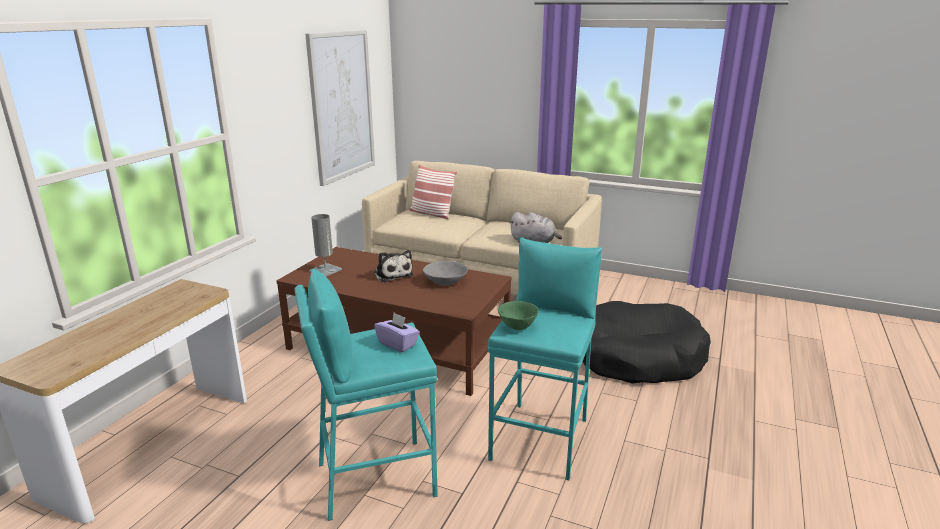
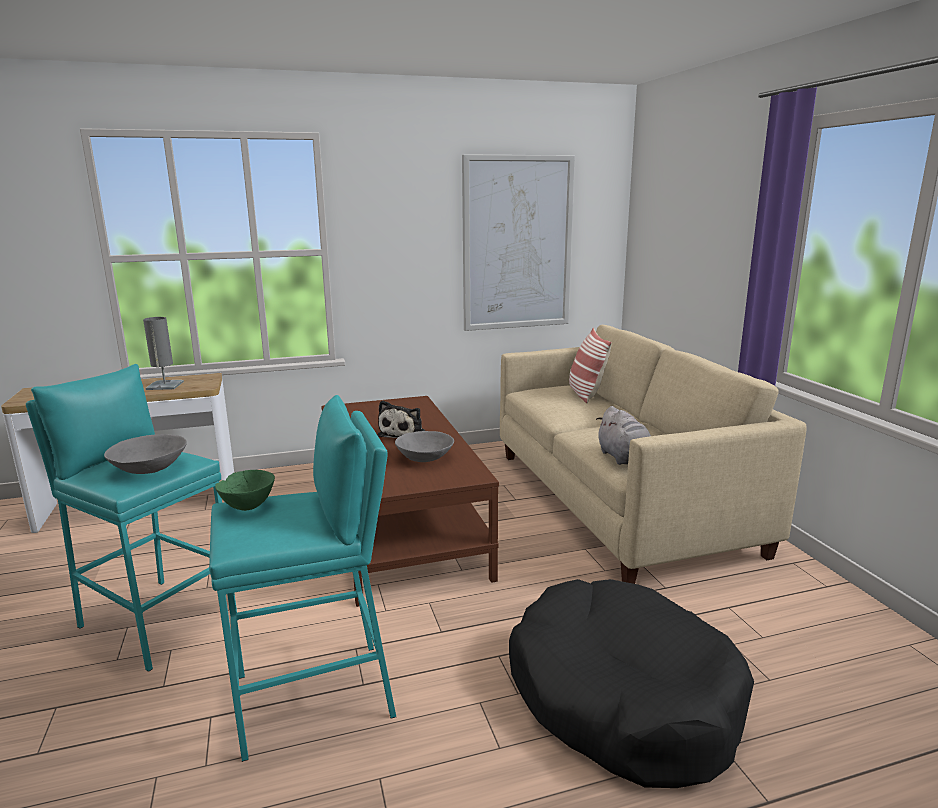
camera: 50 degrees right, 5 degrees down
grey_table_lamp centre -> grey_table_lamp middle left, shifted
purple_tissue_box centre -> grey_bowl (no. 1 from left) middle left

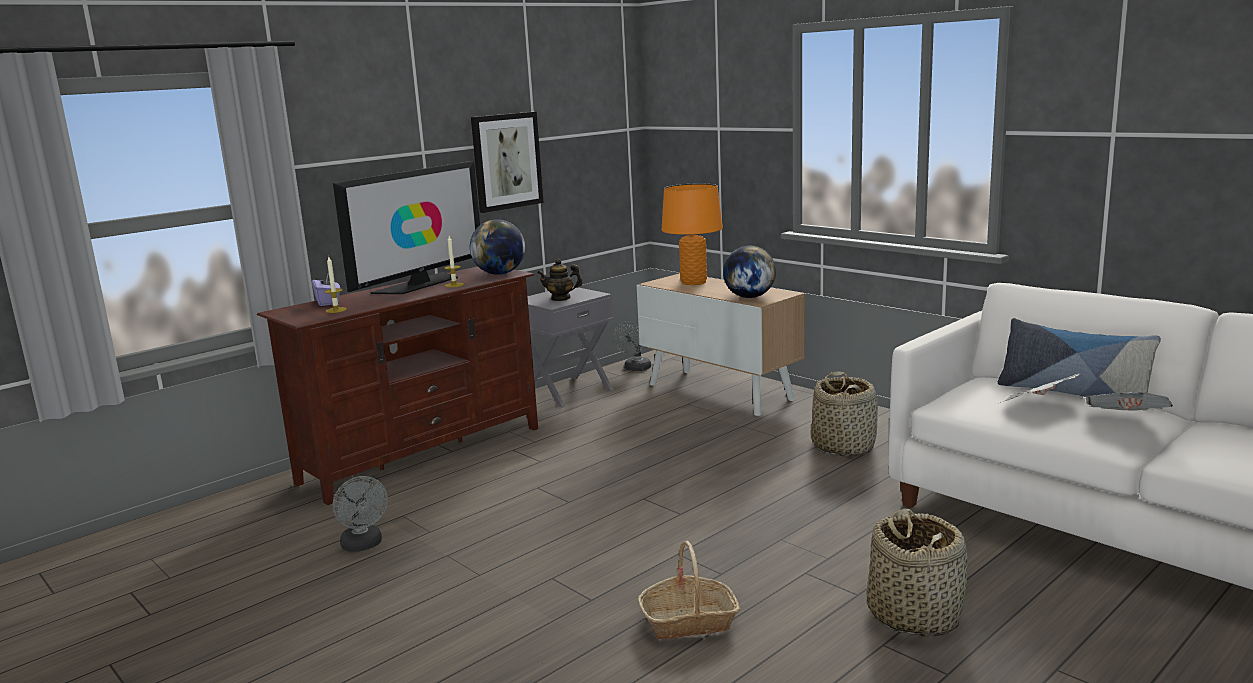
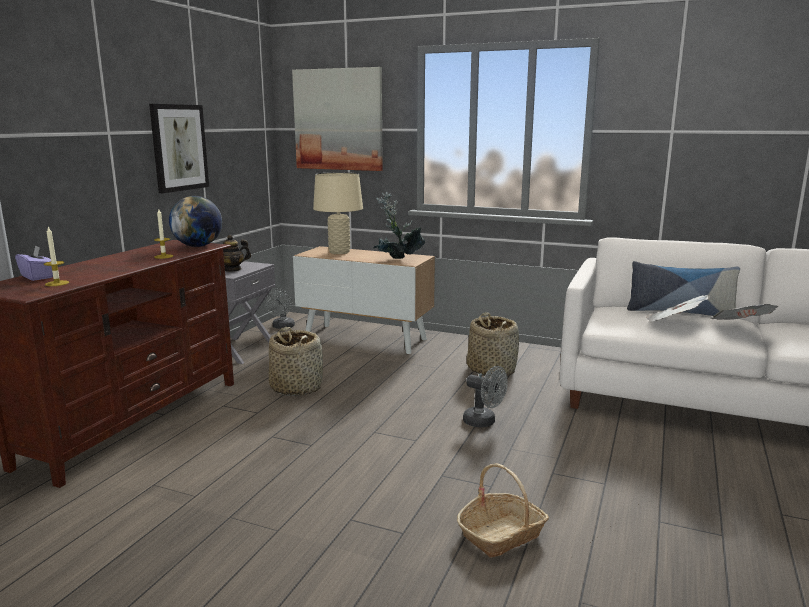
camera: 25 degrees left, 0 degrees up
television top left -> none
orange_table_lamp centre -> beige_table_lamp centre
globe (no. 2 from left) centre -> potted_plant centre
grey_fan (no. 1 from left in the first image) bottom left -> grey_fan (no. 2 from left) centre, shifted
basket (no. 3 from left in the first image) bottom right -> basket (no. 1 from left) centre, shifted
none -> picture (no. 2 from left) top centre

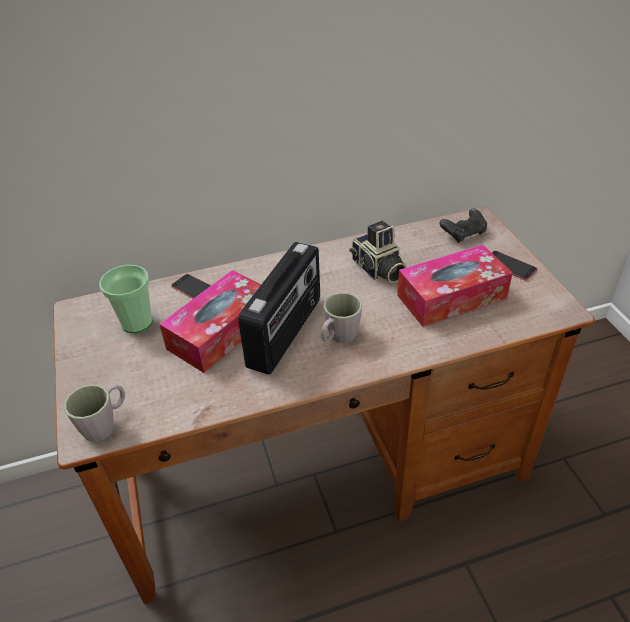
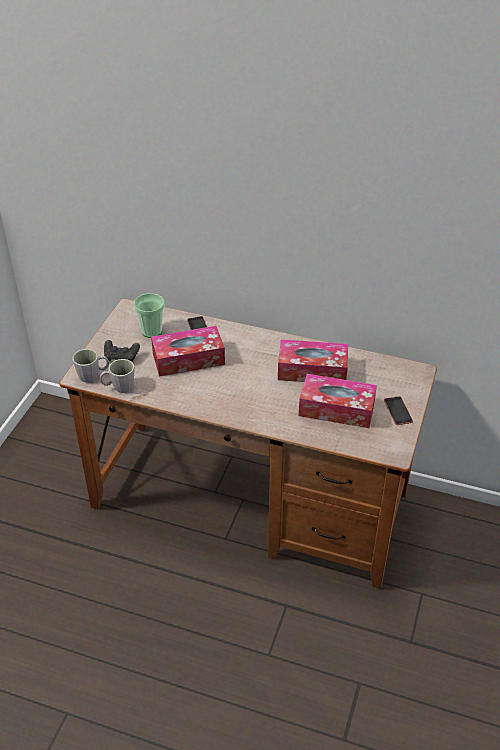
camera: 35 degrees right, 0 degrees up
black_game_controller middle right -> black_game_controller middle left, shifted
photo_camera centre -> tissue_box (no. 2 from left) centre
radio centre -> none
grey_mug (no. 2 from left) centre -> grey_mug (no. 2 from left) middle left, shifted

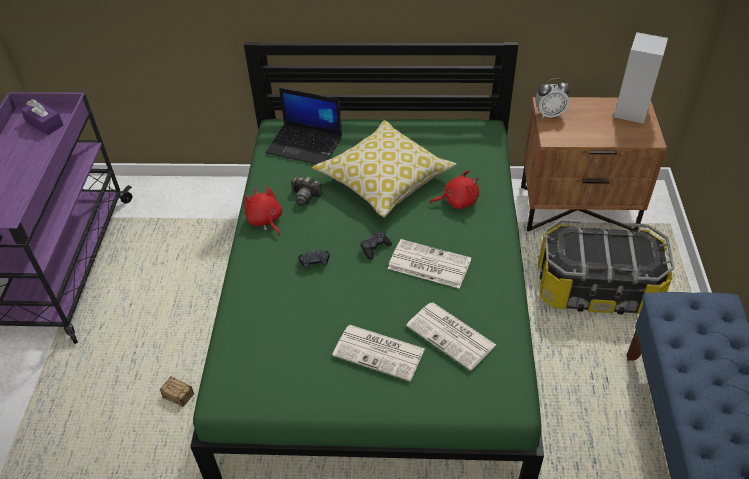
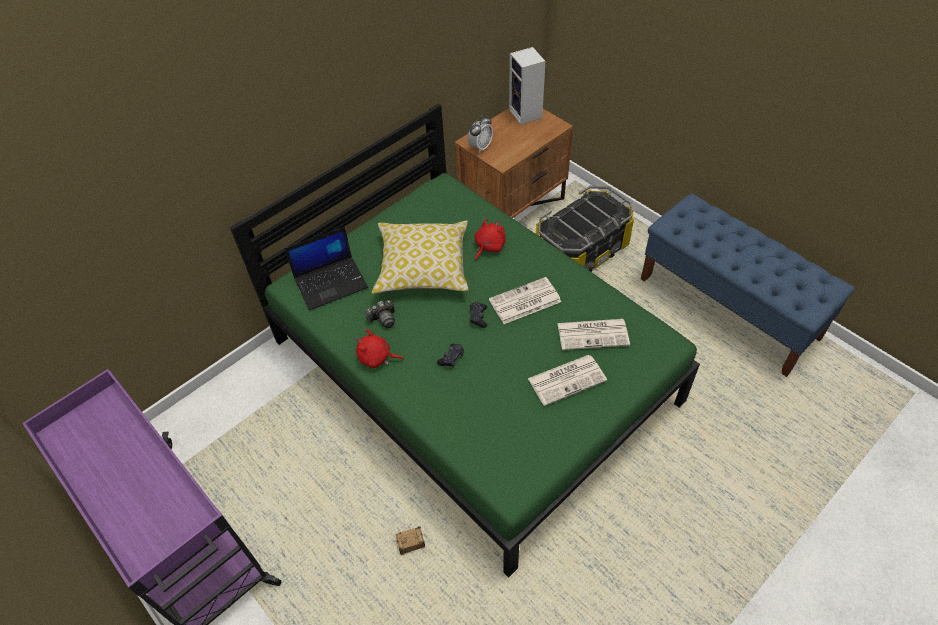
camera: 45 degrees left, 5 degrees up
purple_tissue_box top left -> none

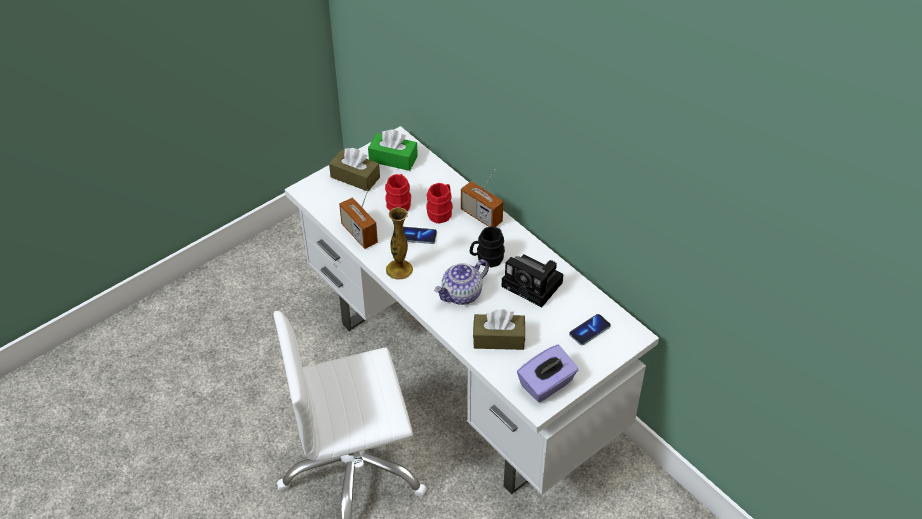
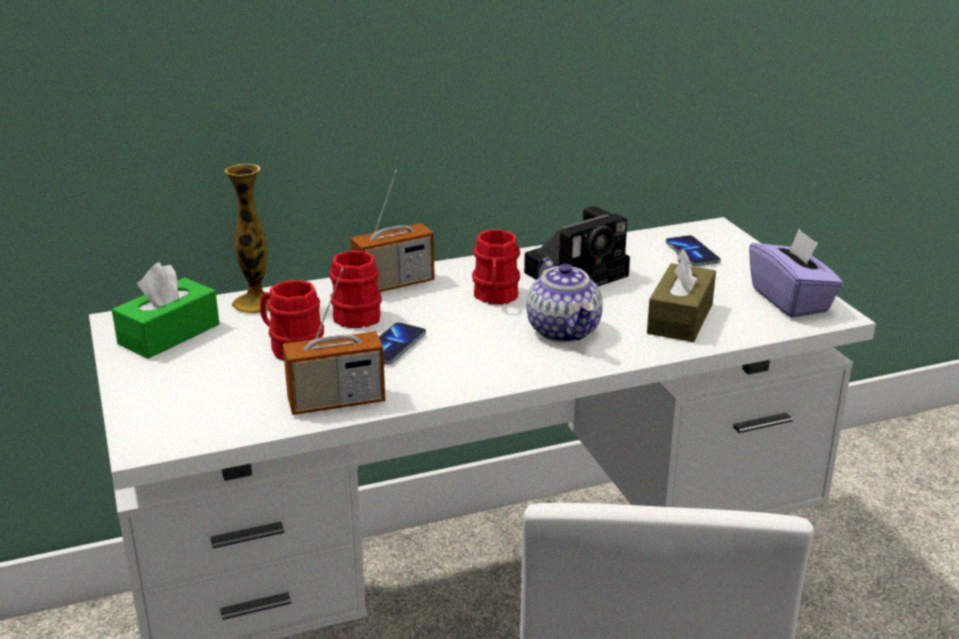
camera: 70 degrees left, 20 degrees down
brown_tissue_box (no. 1 from left) top centre -> none
vase centre -> vase middle left, shifted
black_mug centre -> red_mug (no. 3 from left) centre

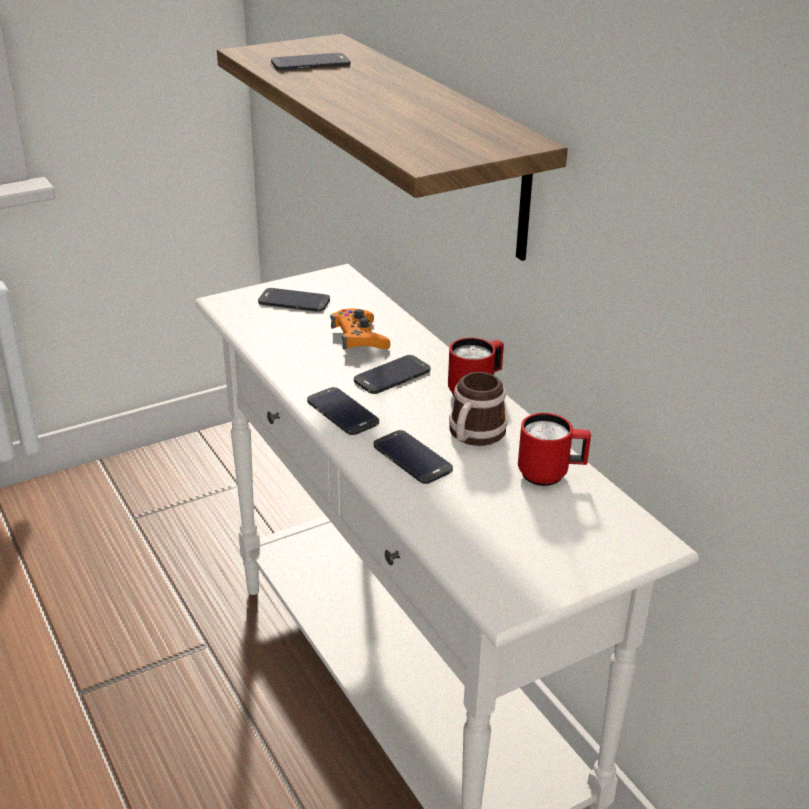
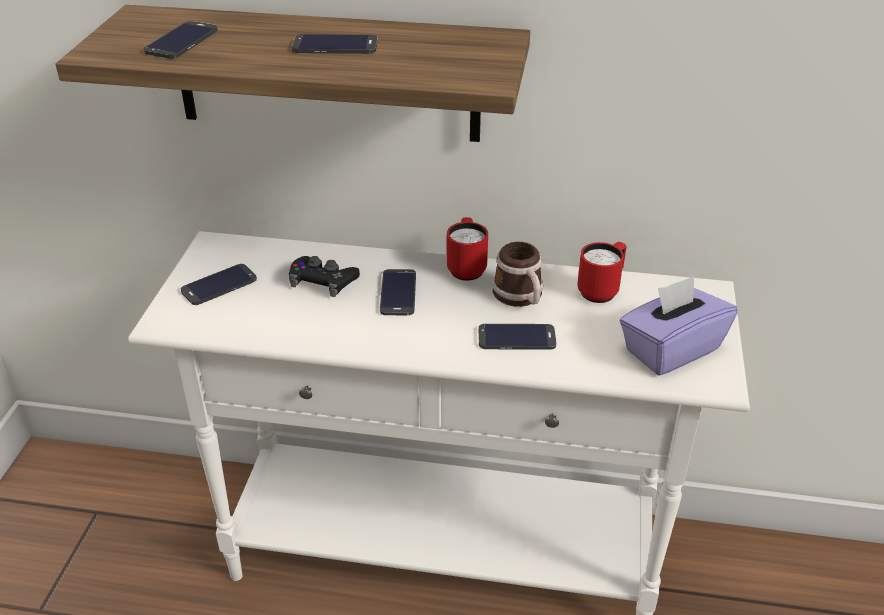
camera: 50 degrees left, 5 degrees up
orange_game_controller centre -> black_game_controller centre
phone (no. 3 from left) centre -> phone (no. 3 from left) top centre, shifted
none -> purple_tissue_box middle right

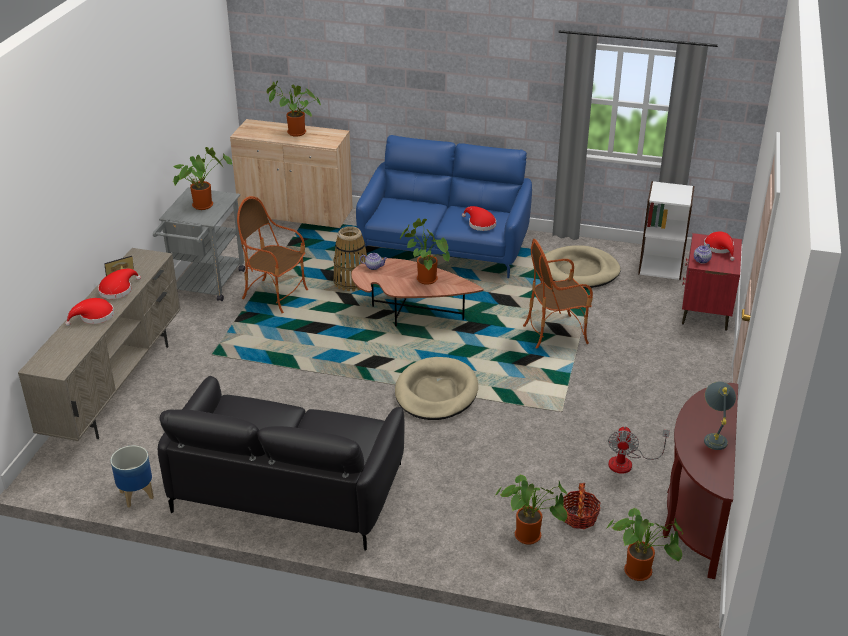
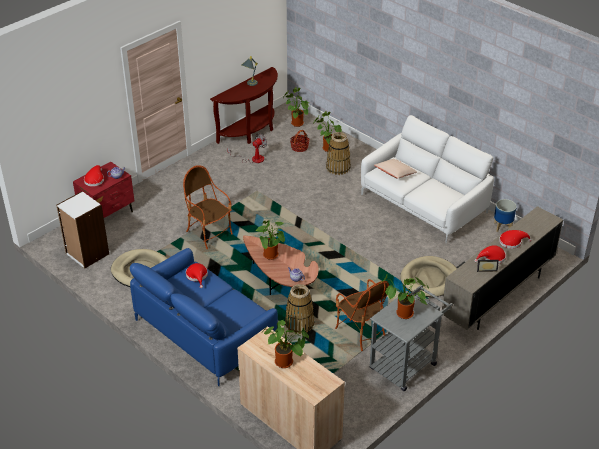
camera: 150 degrees left, 5 degrees up
armchair (no. 2 from left in the first image) centre -> armchair (no. 1 from left) centre, 150 degrees counterclockwise
beige_dog_bed (no. 1 from left in the first image) centre -> beige_dog_bed (no. 2 from left) middle right, shifted
black_sofa bottom left -> white_sofa middle right
none -> basket (no. 3 from left) centre
none -> beige_pillow centre

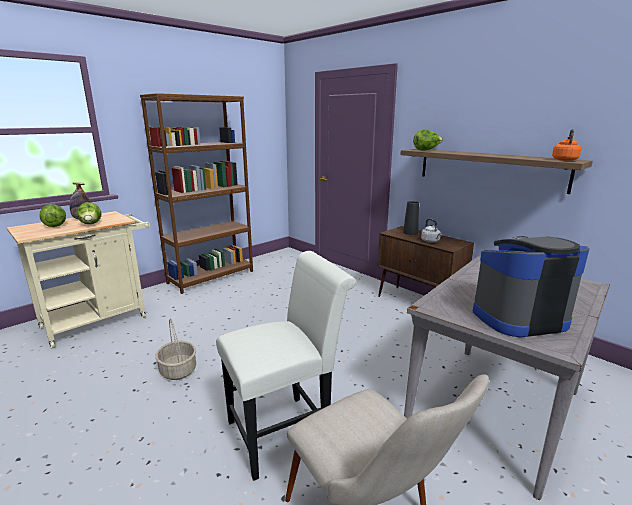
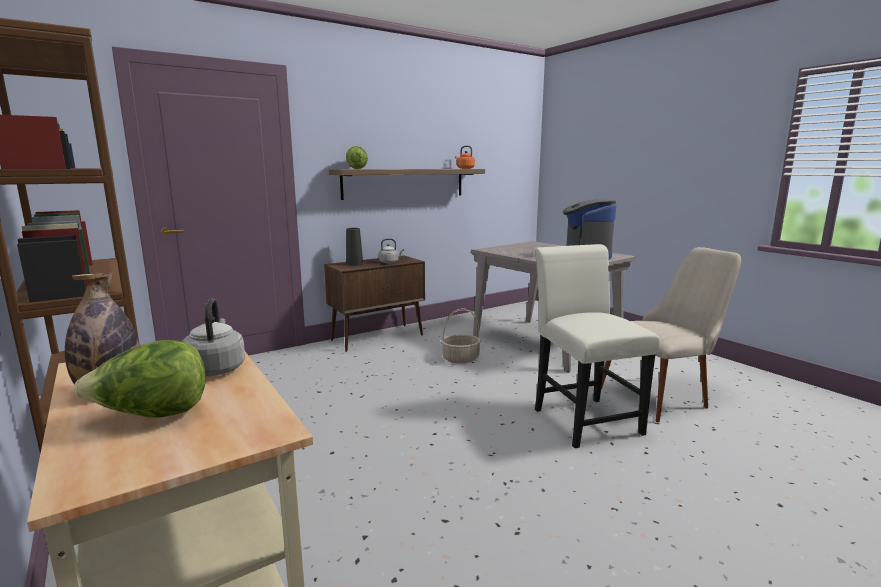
camera: 80 degrees left, 5 degrees down
lettuce (no. 2 from left) middle left -> grey_kettle (no. 1 from left) middle left
basket bottom left -> basket centre, shifted

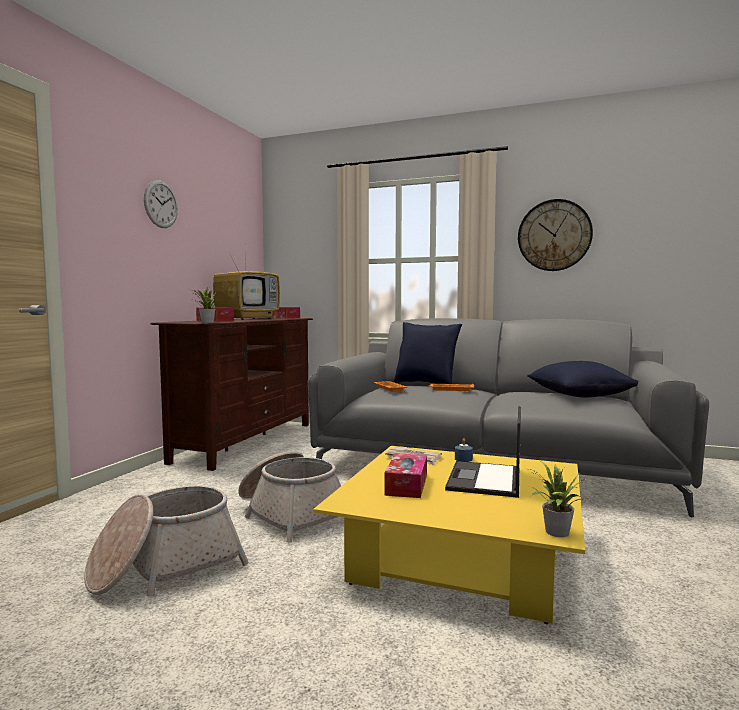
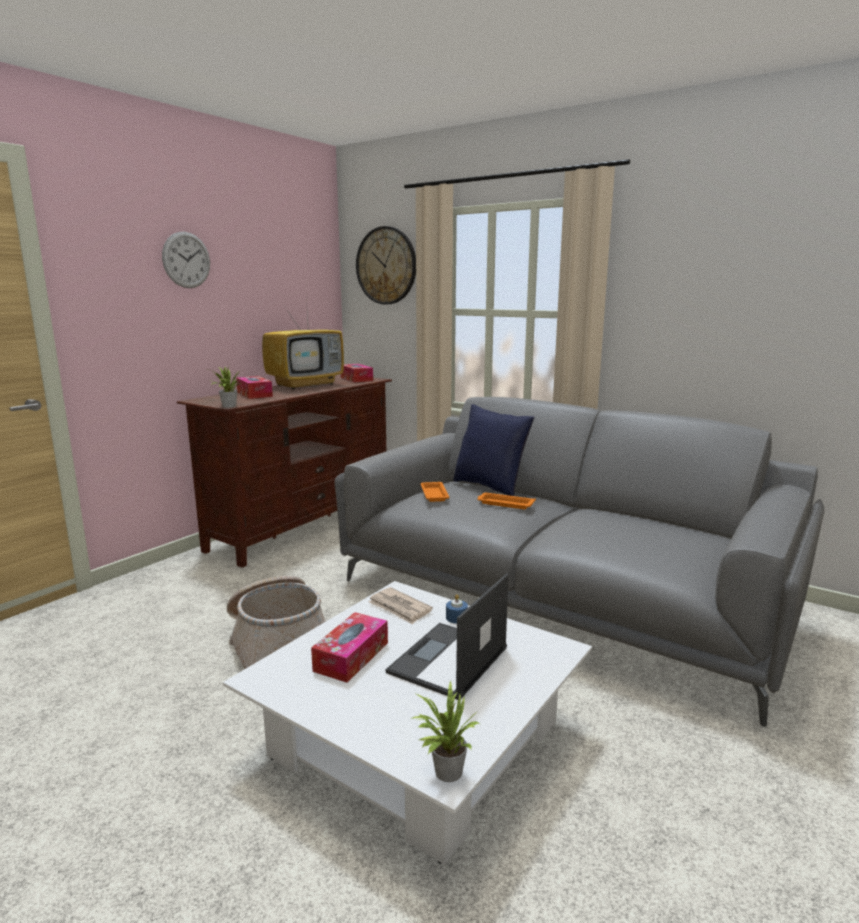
camera: 15 degrees right, 10 degrees up
wall_clock (no. 2 from left) top right -> wall_clock (no. 2 from left) top centre, shifted
blue_pillow (no. 2 from left) middle right -> none
yellow_coffee_table bottom centre -> white_coffee_table bottom centre
basket (no. 1 from left) bottom left -> none

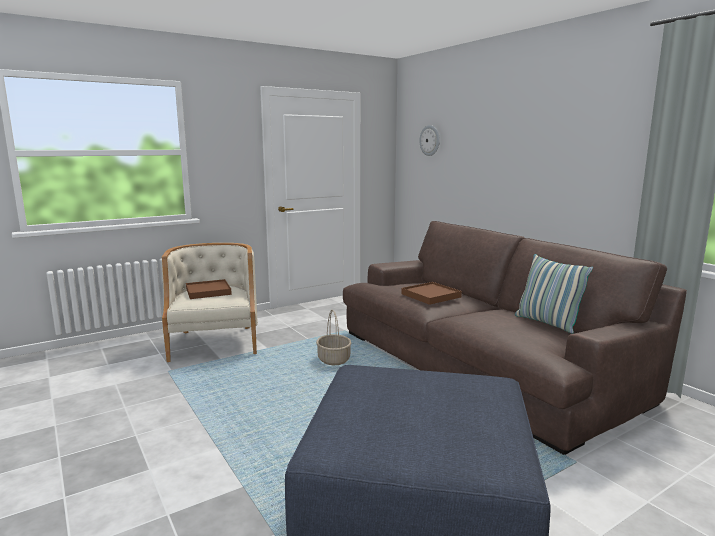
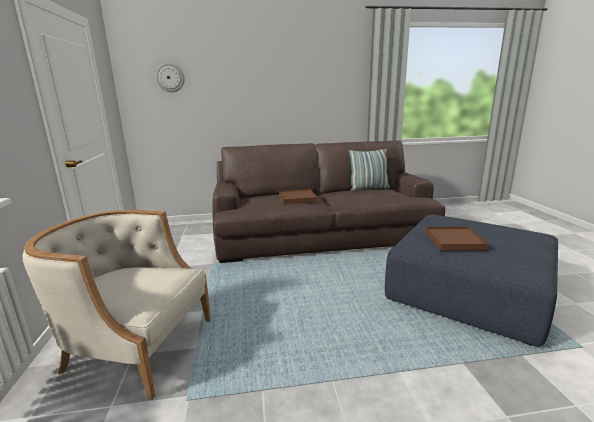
camera: 65 degrees left, 5 degrees up
brown_tray (no. 1 from left in the first image) middle left -> brown_tray (no. 2 from left) middle right, shifted
basket centre -> none

